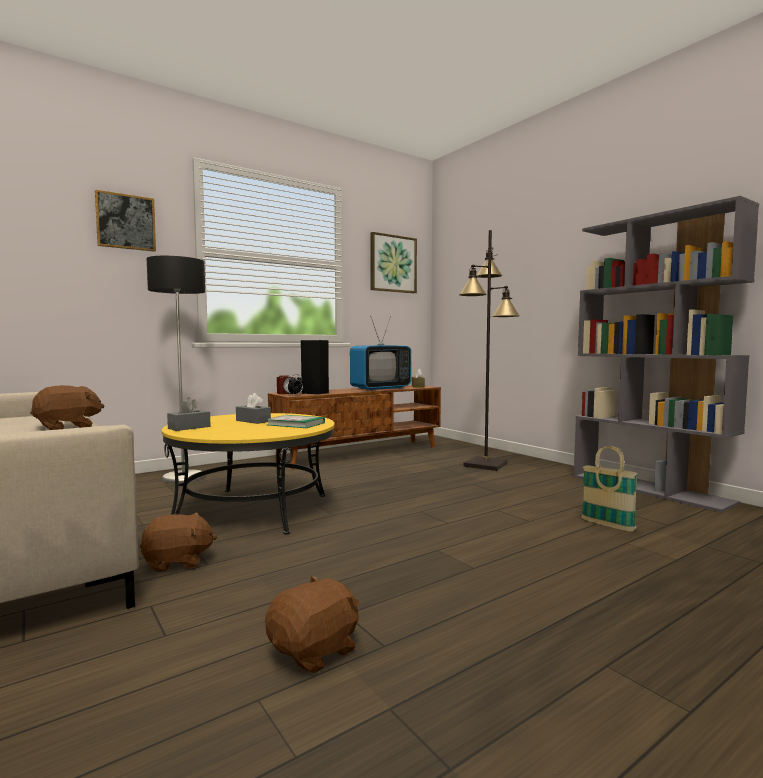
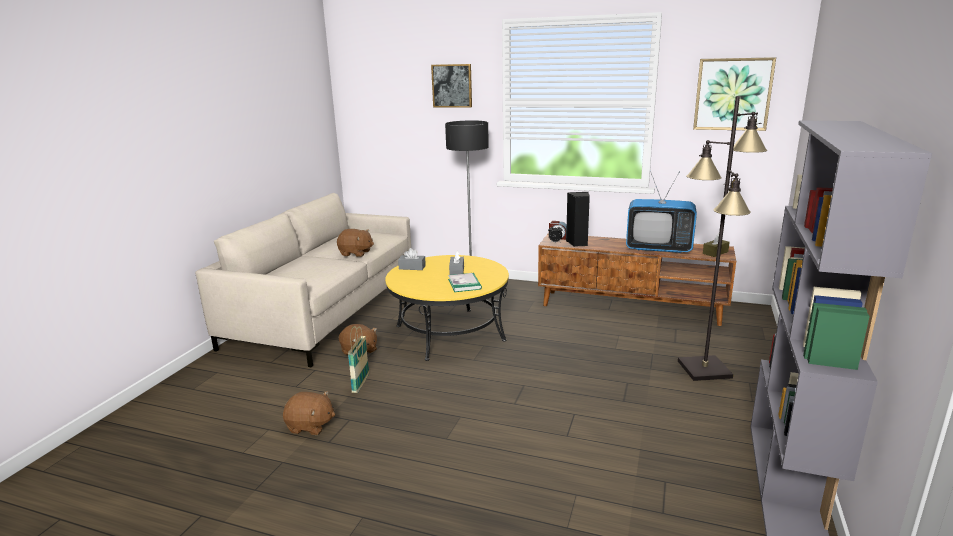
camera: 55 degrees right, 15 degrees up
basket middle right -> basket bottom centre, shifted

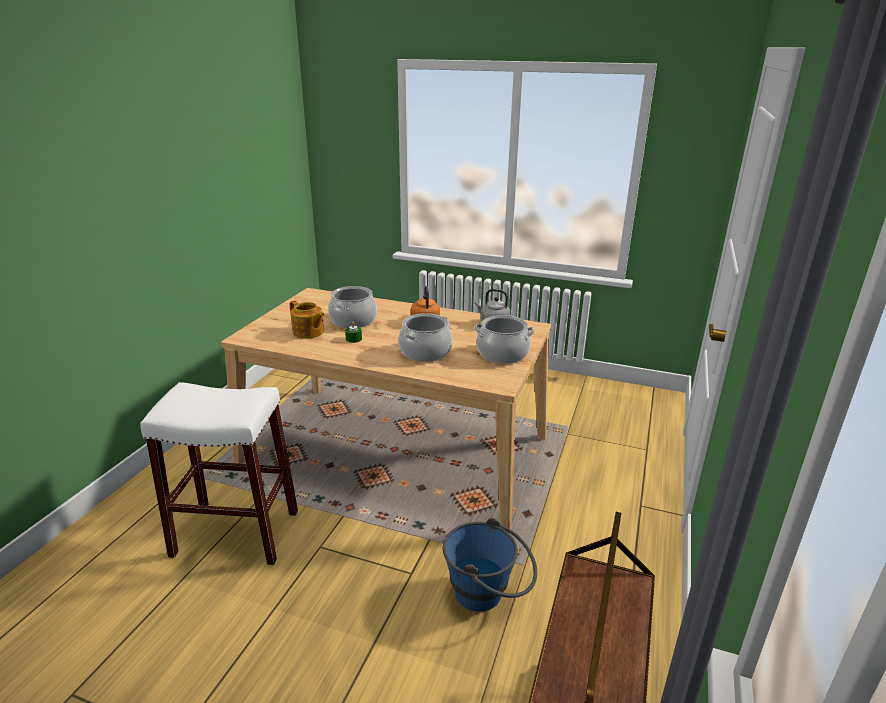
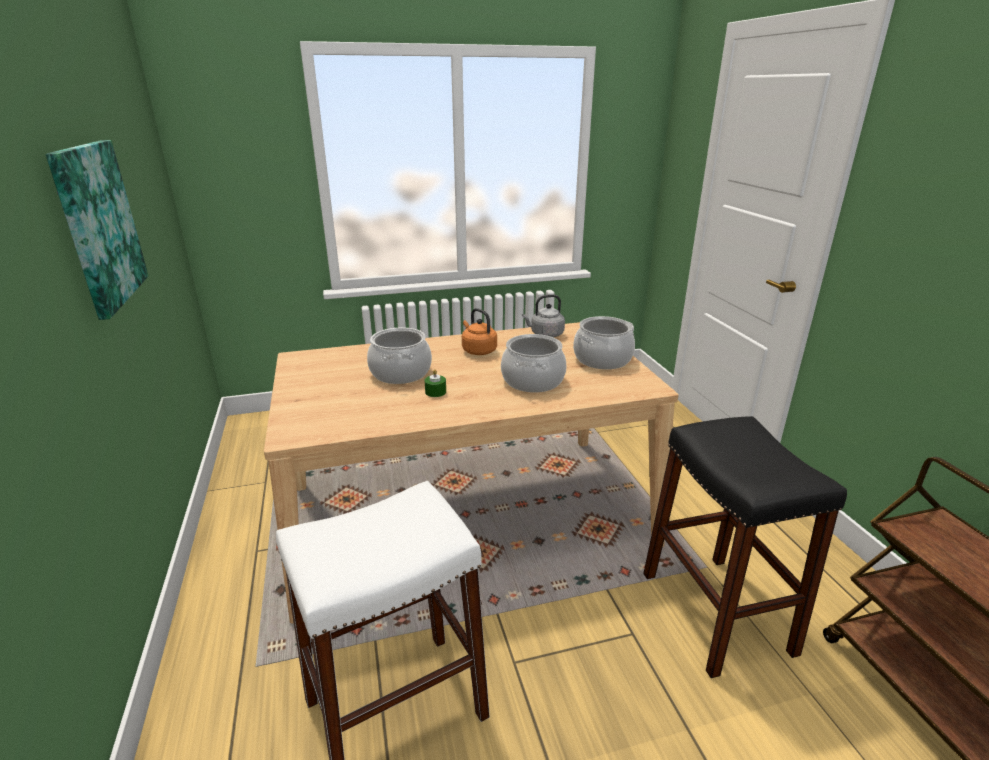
camera: 35 degrees left, 0 degrees up
teapot centre -> none
blue_bucket bottom centre -> black_stool bottom right
none -> picture top left

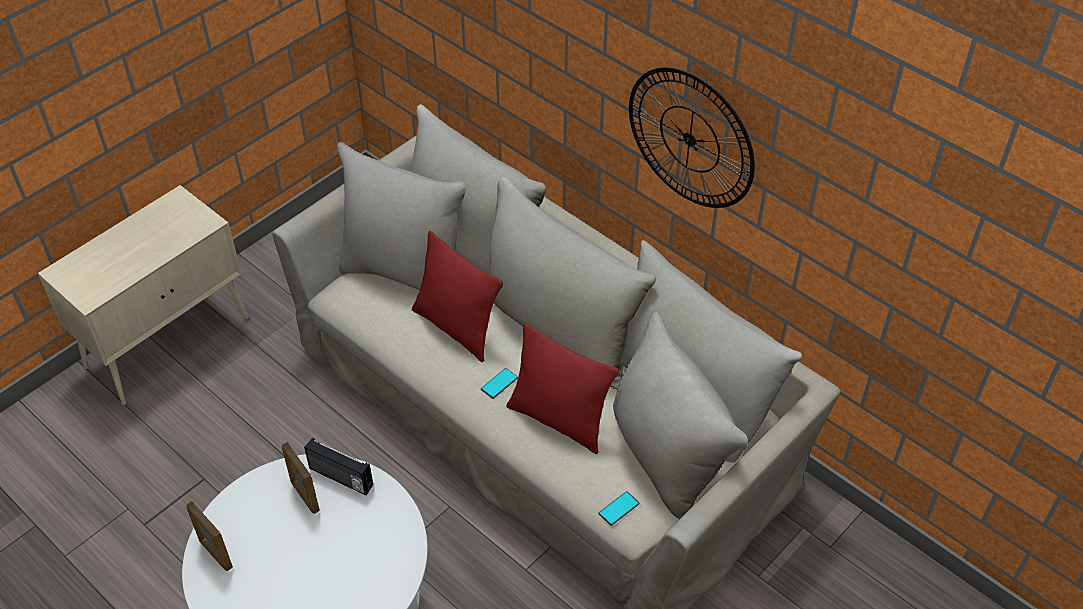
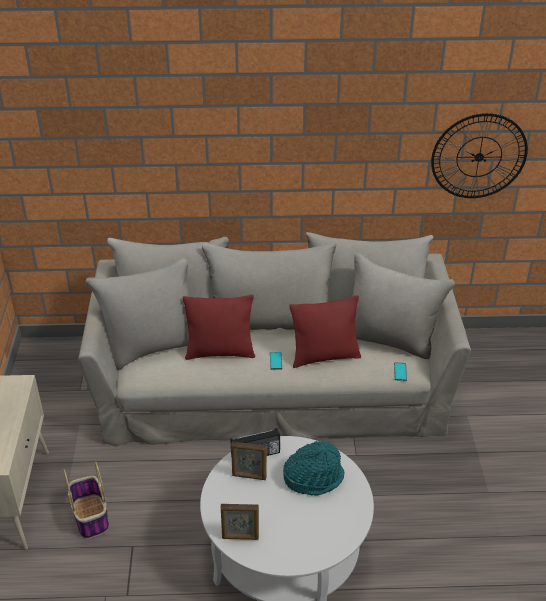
camera: 45 degrees left, 10 degrees down
wall_clock top centre -> wall_clock top right, shifted
none -> turquoise_hat bottom centre
none -> basket bottom left

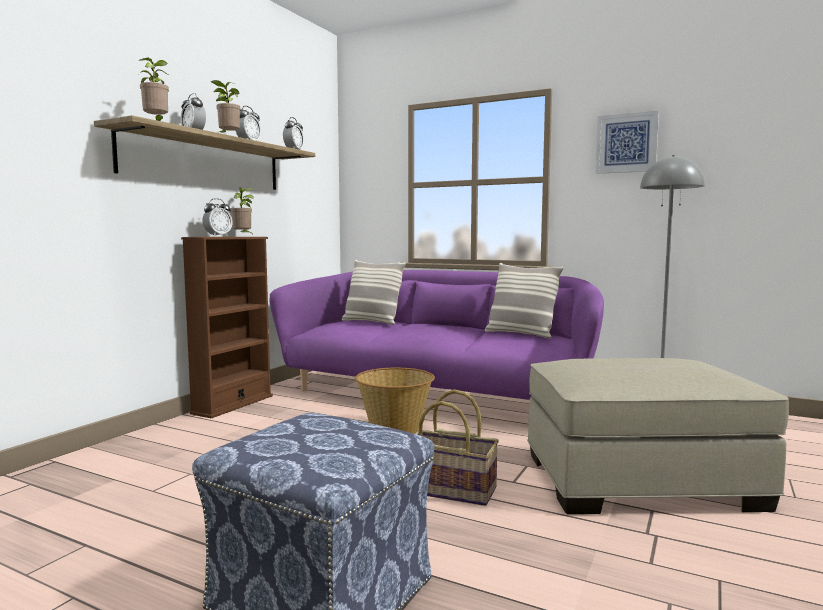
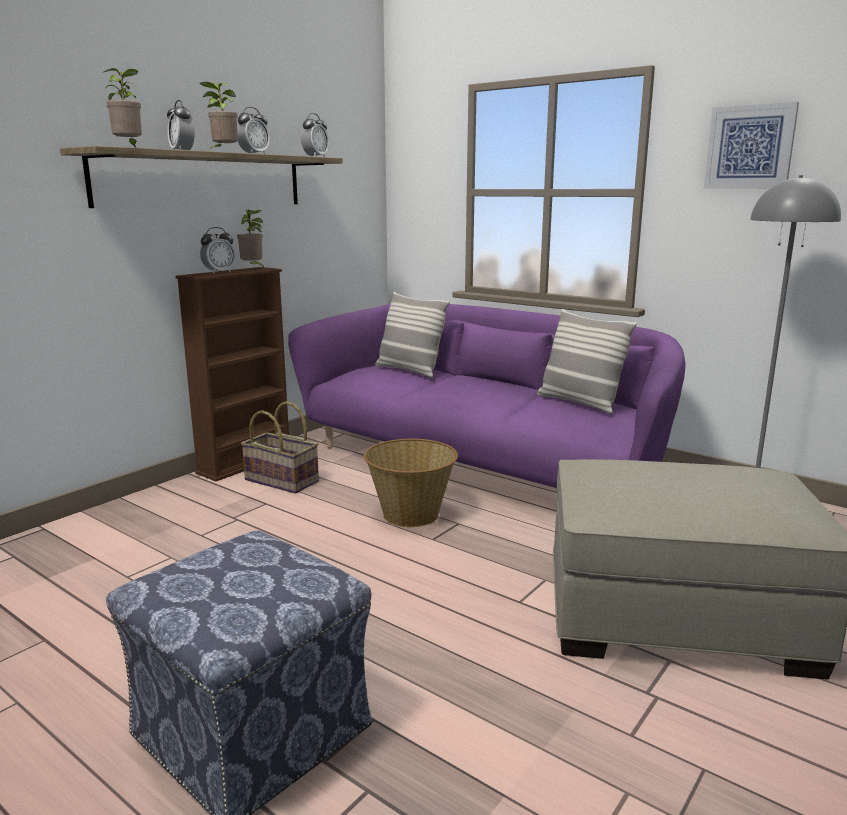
camera: 10 degrees right, 10 degrees up
basket (no. 2 from left in the first image) bottom centre -> basket (no. 1 from left) middle left, shifted

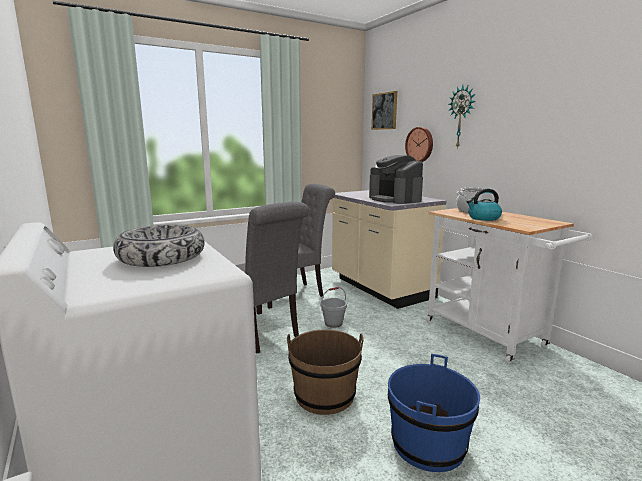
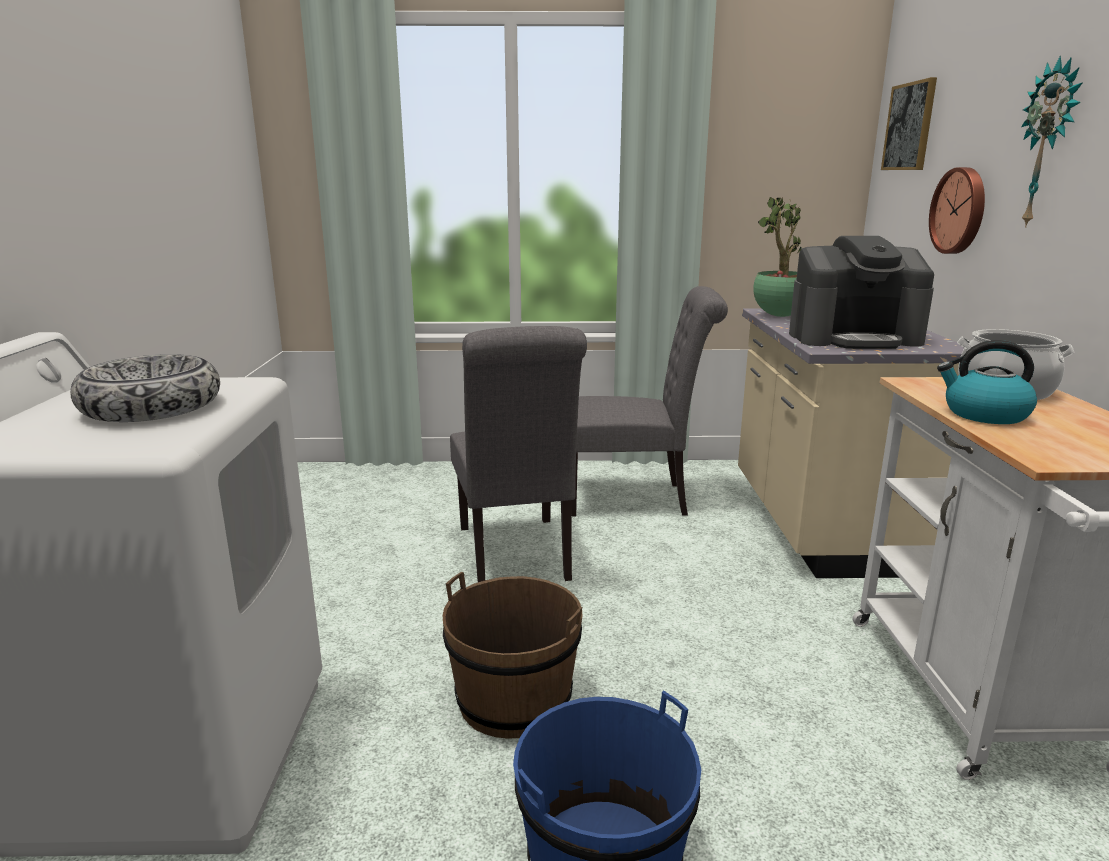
camera: 30 degrees right, 5 degrees up
coffee_machine centre -> coffee_machine middle right, 90 degrees counterclockwise
grey_bucket centre -> none
none -> potted_plant top right

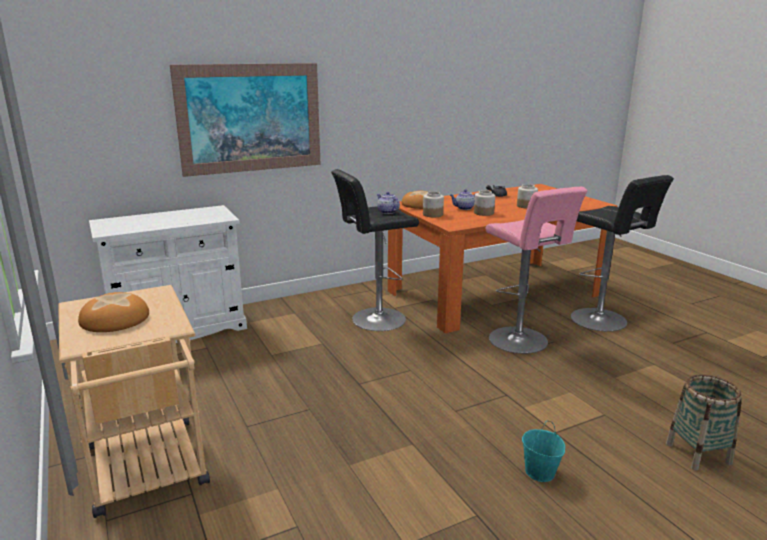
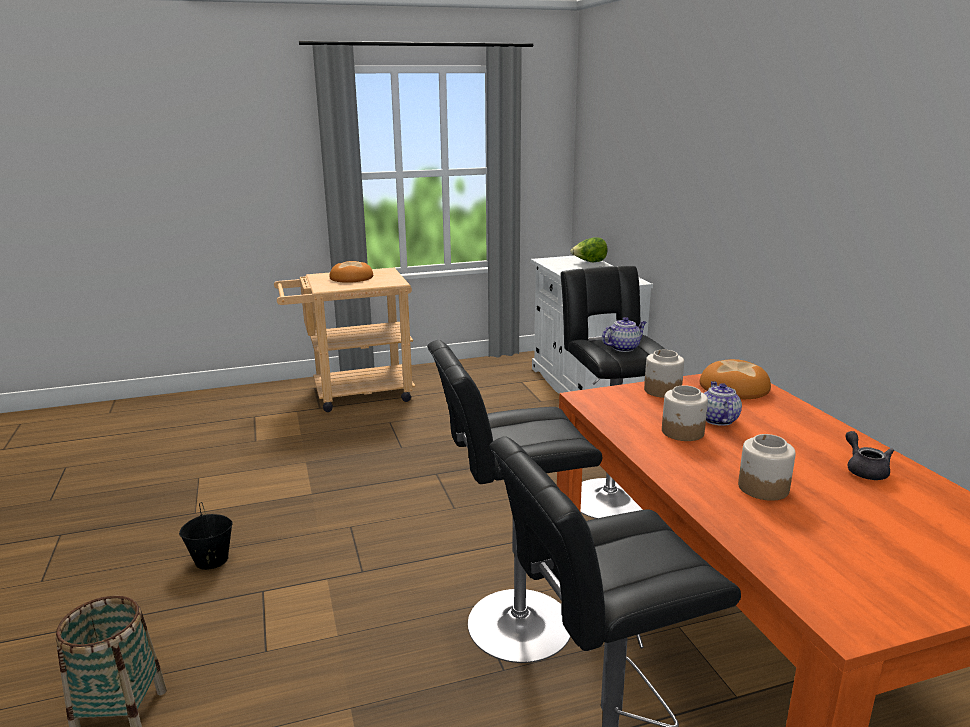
camera: 100 degrees right, 0 degrees up
picture top left -> none
pink_stool middle right -> black_stool (no. 1 from left) bottom centre
turquoise_bucket bottom right -> black_bucket bottom left
none -> lettuce centre

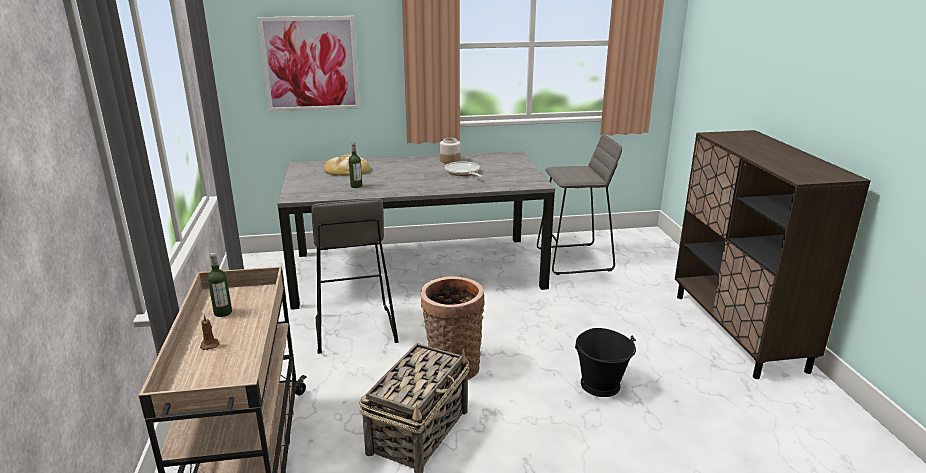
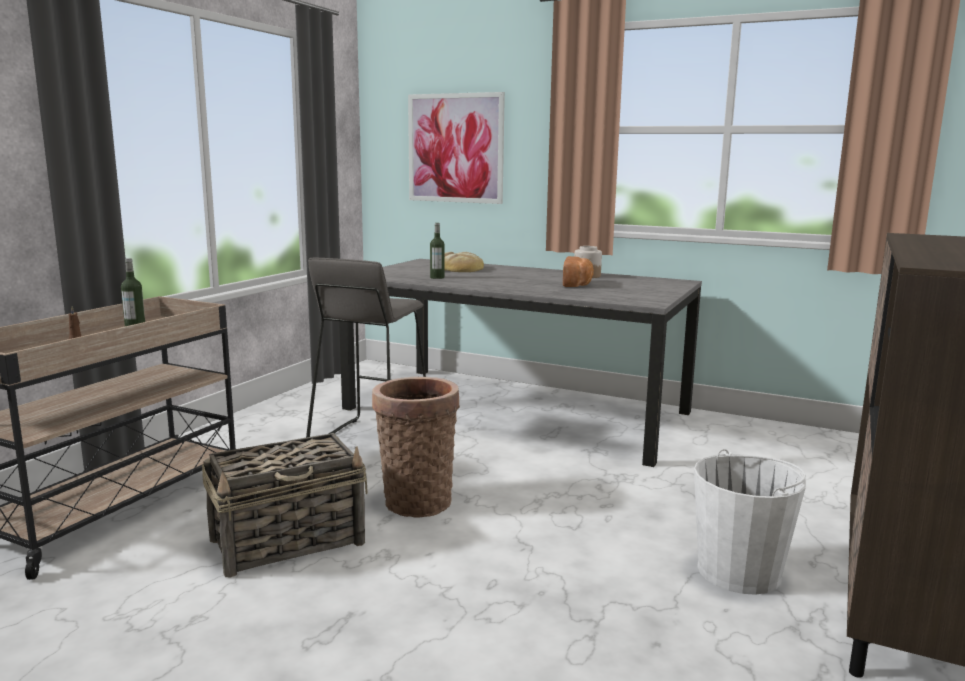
camera: 35 degrees right, 10 degrees down
grey_stool (no. 2 from left) centre -> none
frying_pan centre -> bread (no. 2 from left) centre
black_bucket bottom centre -> none
none -> white_bucket bottom right

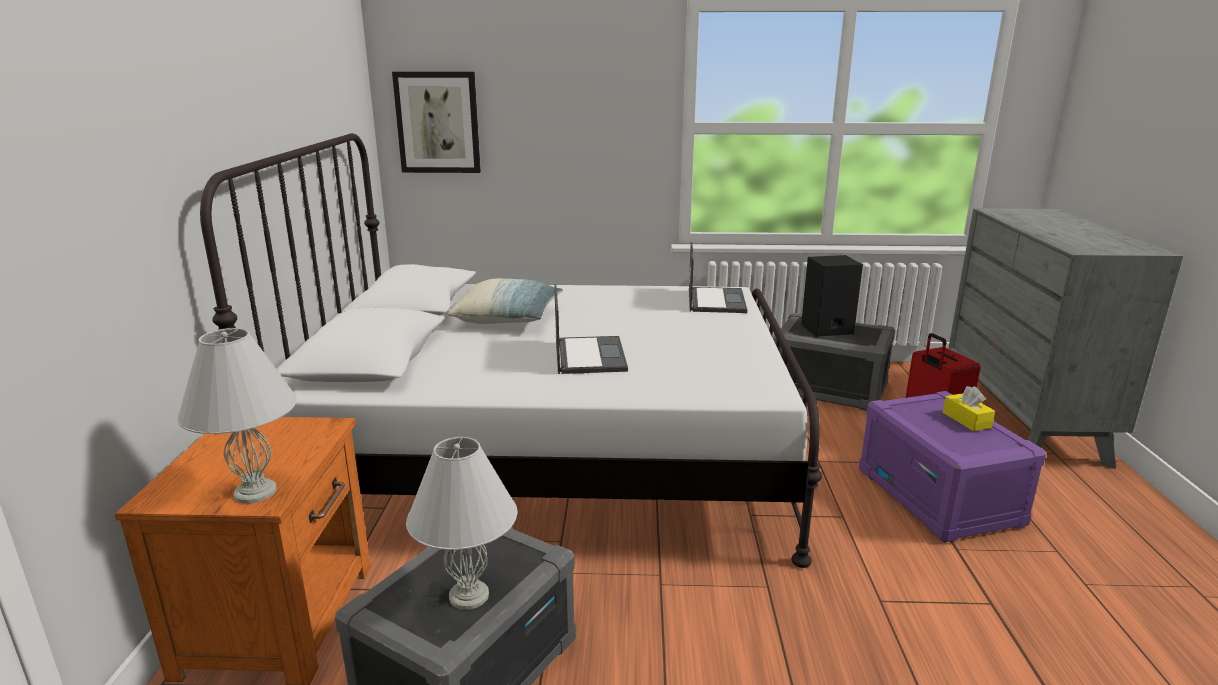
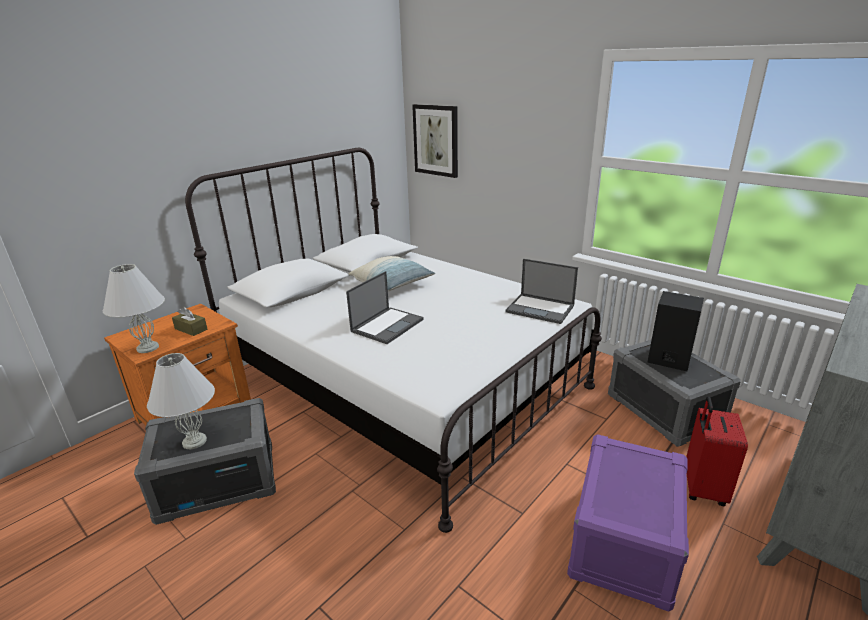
camera: 40 degrees right, 5 degrees up
laptop (no. 2 from left) centre, 75 degrees clockwise
yellow_tissue_box middle right -> none
none -> brown_tissue_box middle left

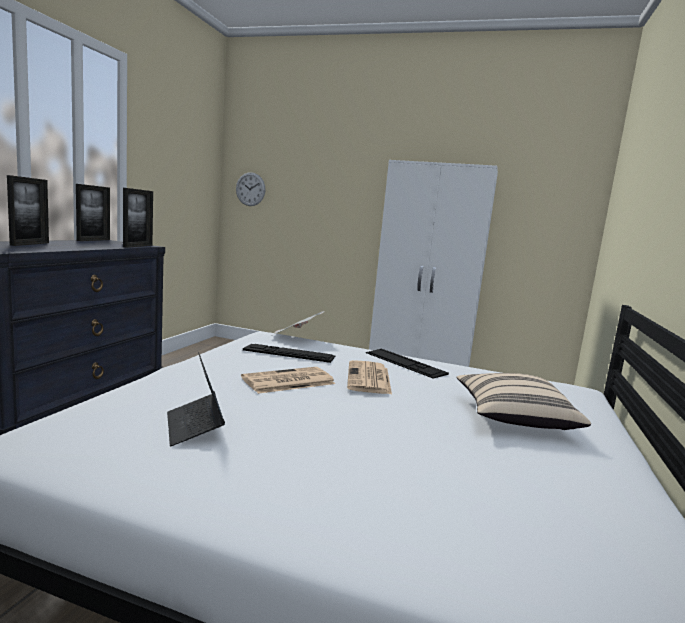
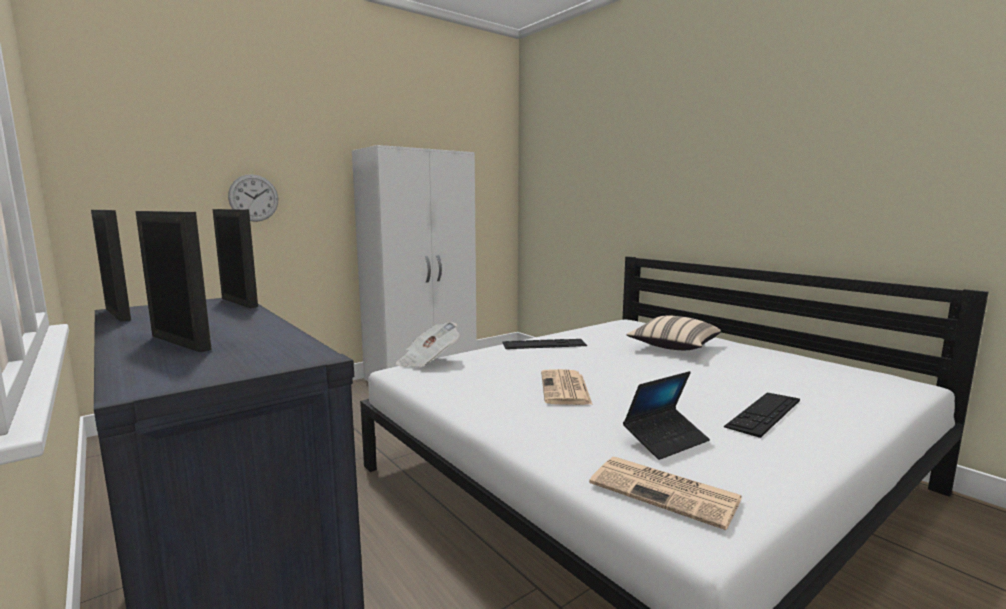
camera: 55 degrees left, 0 degrees up
wall_clock top centre -> wall_clock top left, shifted
keyboard (no. 1 from left in the first image) centre -> keyboard (no. 2 from left) bottom right, shifted
laptop middle left -> laptop bottom centre, 45 degrees counterclockwise
newspaper (no. 3 from left) centre -> newspaper (no. 3 from left) bottom centre, shifted

